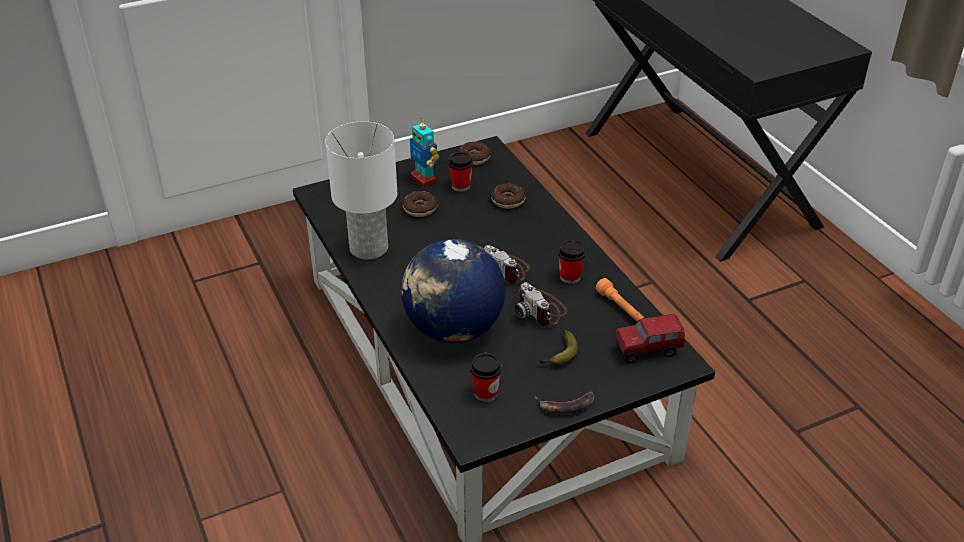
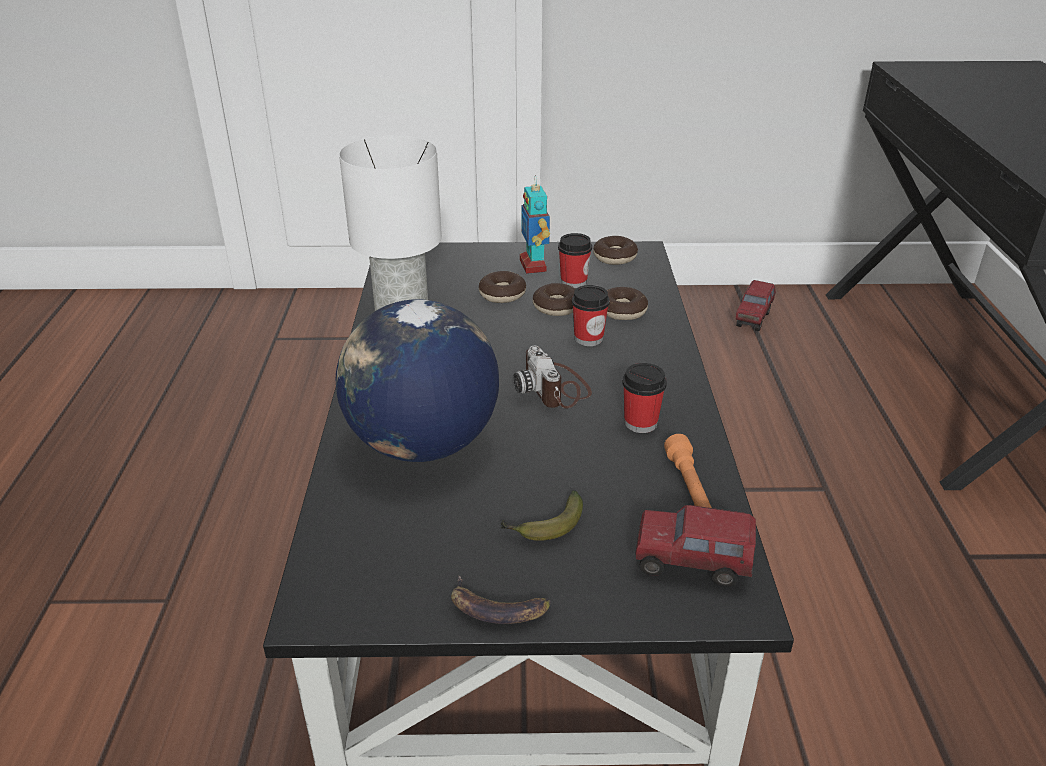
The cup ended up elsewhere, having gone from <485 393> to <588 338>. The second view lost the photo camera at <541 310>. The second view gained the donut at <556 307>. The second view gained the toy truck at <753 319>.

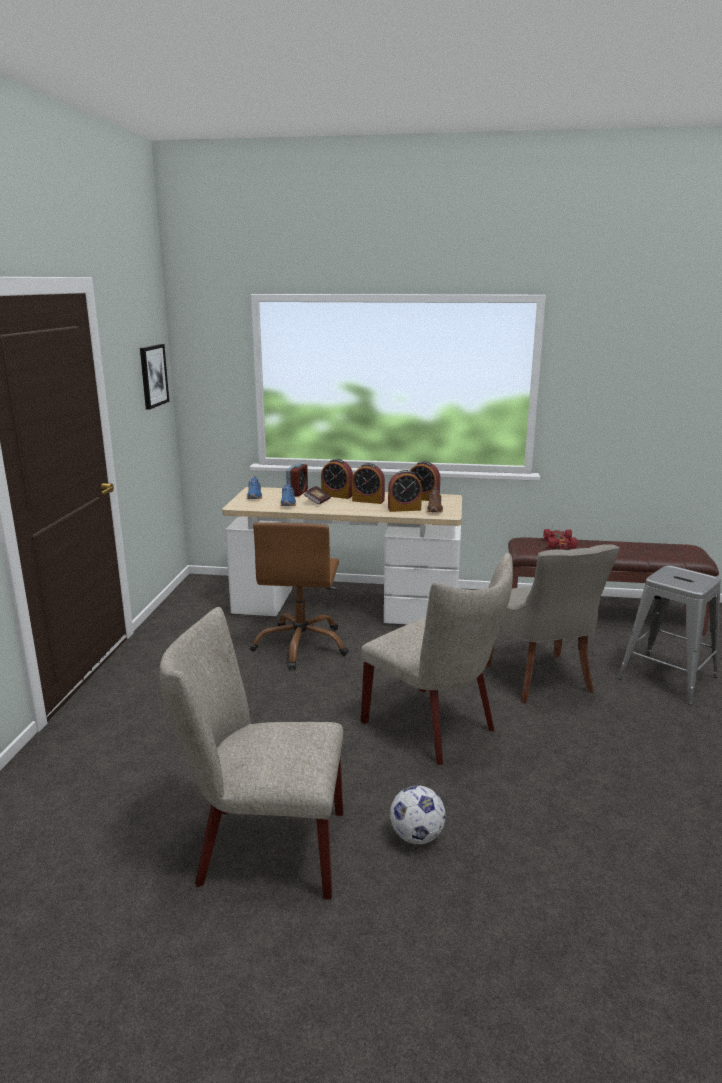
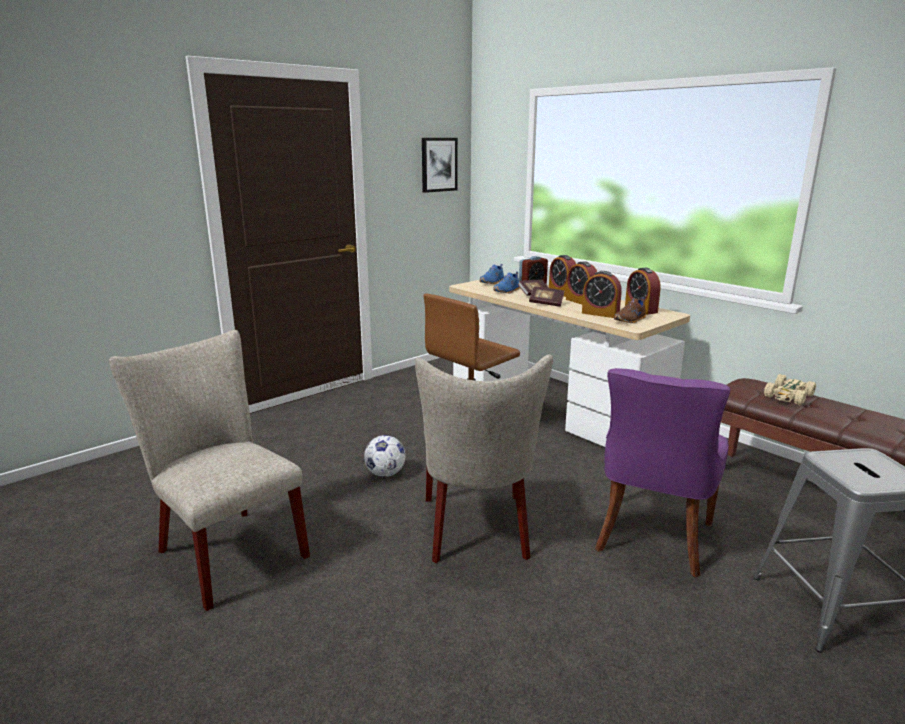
The football ended up elsewhere, having gone from <417 836> to <385 474>. What was the chair (grey) at <540 679> turned into the chair (purple) at <652 538>. What was the toy car (red) at <559 544> turned into the toy car (beige) at <788 396>. The second view gained the book at <546 303>.

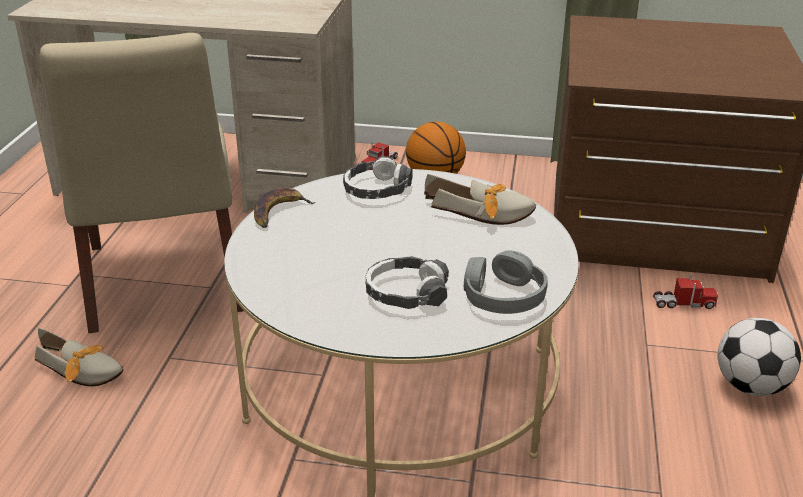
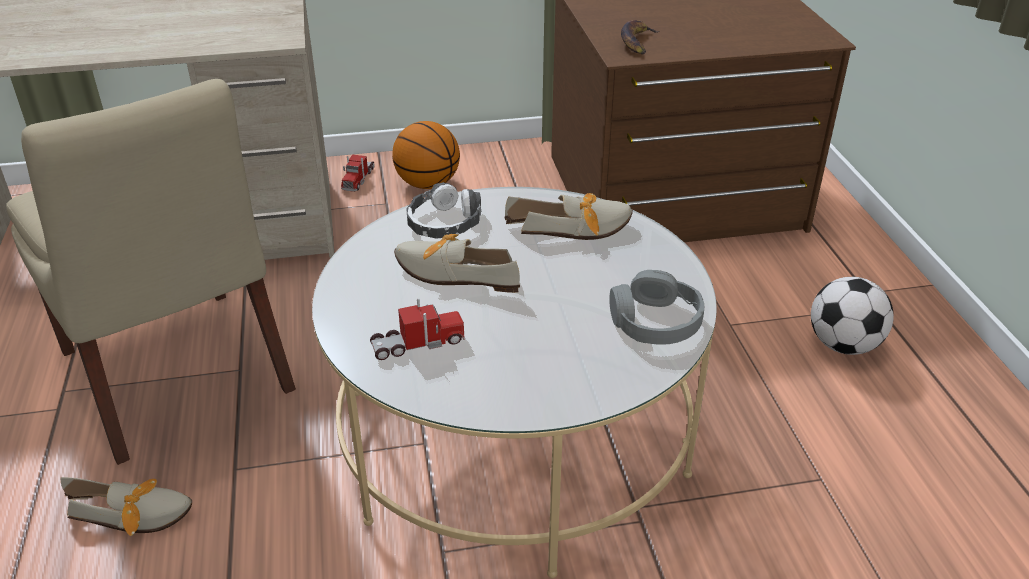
The banana ended up elsewhere, having gone from <278 212> to <637 42>. The second view lost the headphones at <406 293>. The toy truck ended up elsewhere, having gone from <684 303> to <418 344>. The second view gained the shoe at <451 273>.

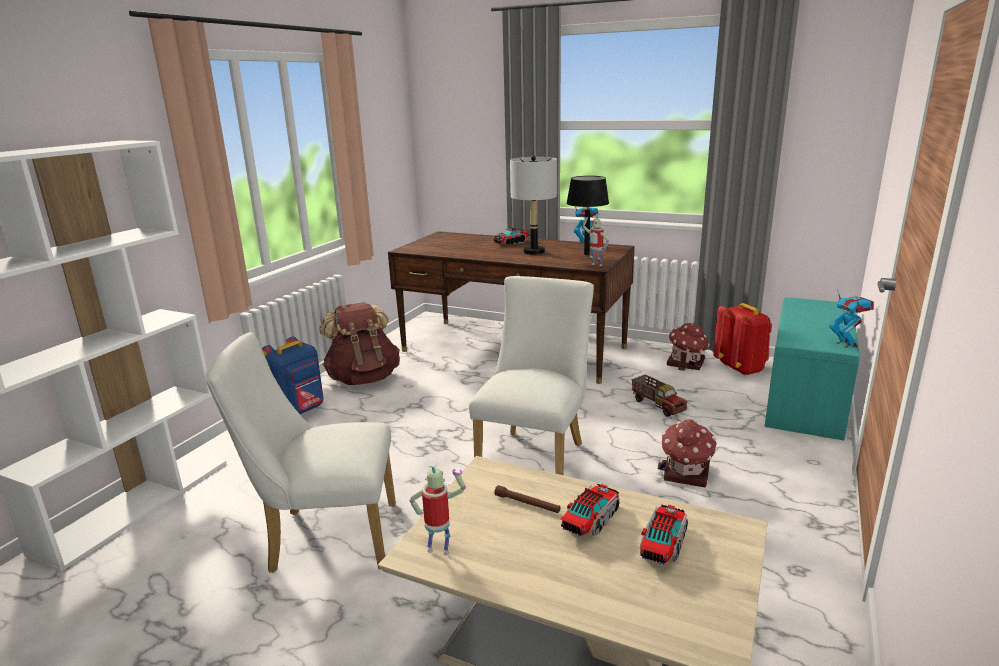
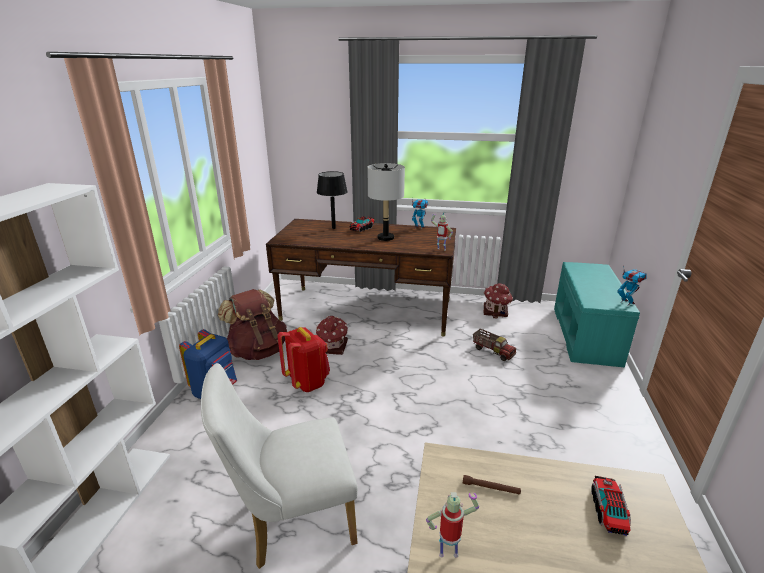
The second view lost the chair (white) at <535 456>. The second view lost the toy truck at <591 520>. The table lamp (black) ended up elsewhere, having gone from <586 254> to <333 228>. The toy house ended up elsewhere, having gone from <686 473> to <333 347>. The backpack (red) ended up elsewhere, having gone from <741 368> to <307 382>.

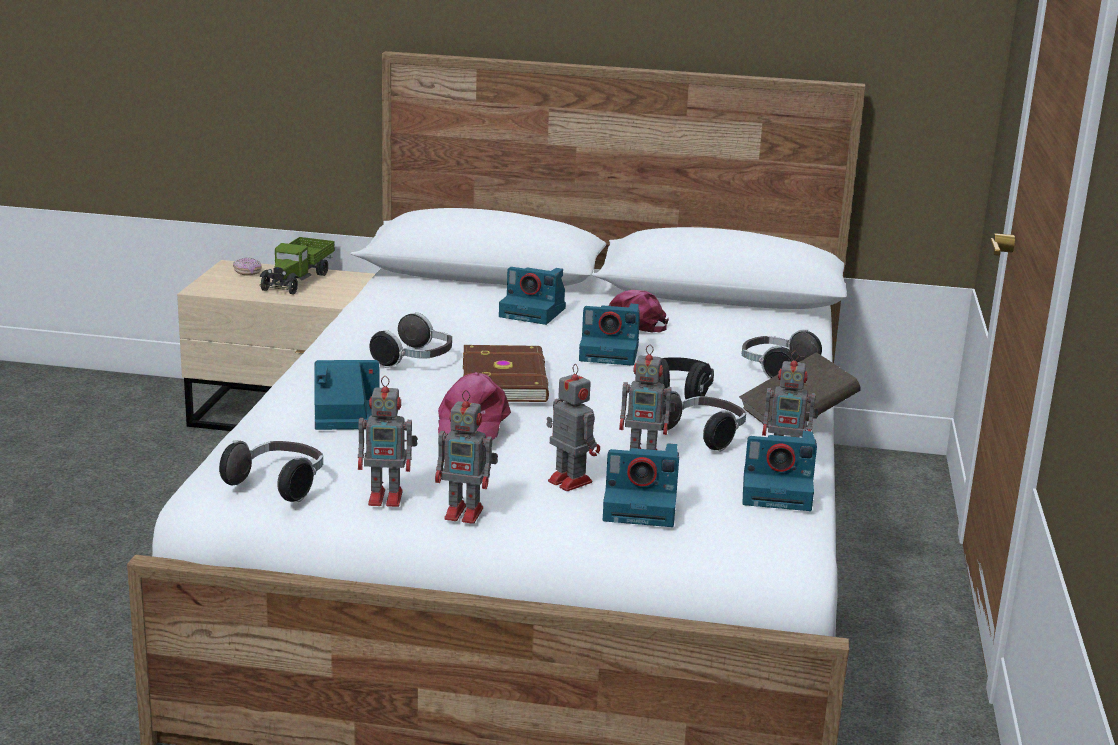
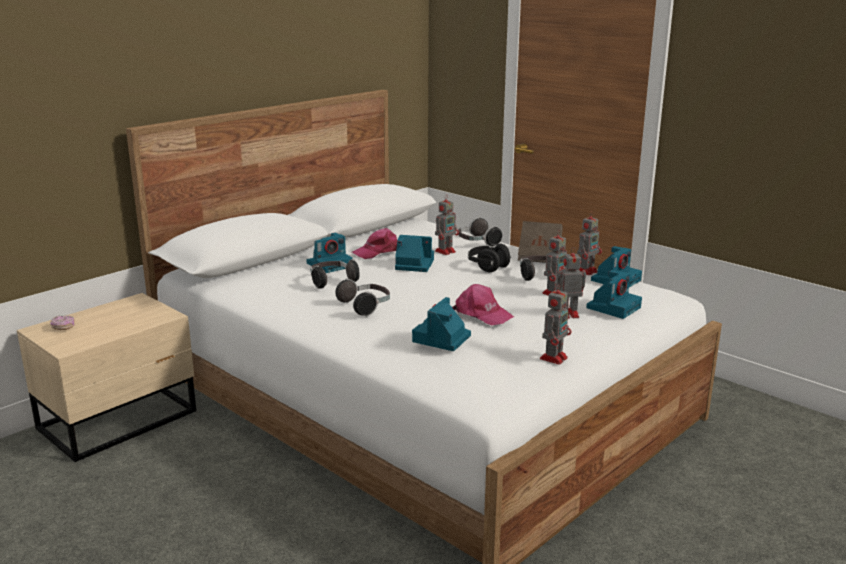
The headphones ended up elsewhere, having gone from <279 485> to <332 281>. The second view lost the toy truck at <298 279>. The toy robot ended up elsewhere, having gone from <466 513> to <446 251>. The second view lost the book (brown) at <506 379>. The photo camera at <611 352> ended up facing another way, 120 degrees counterclockwise from before.

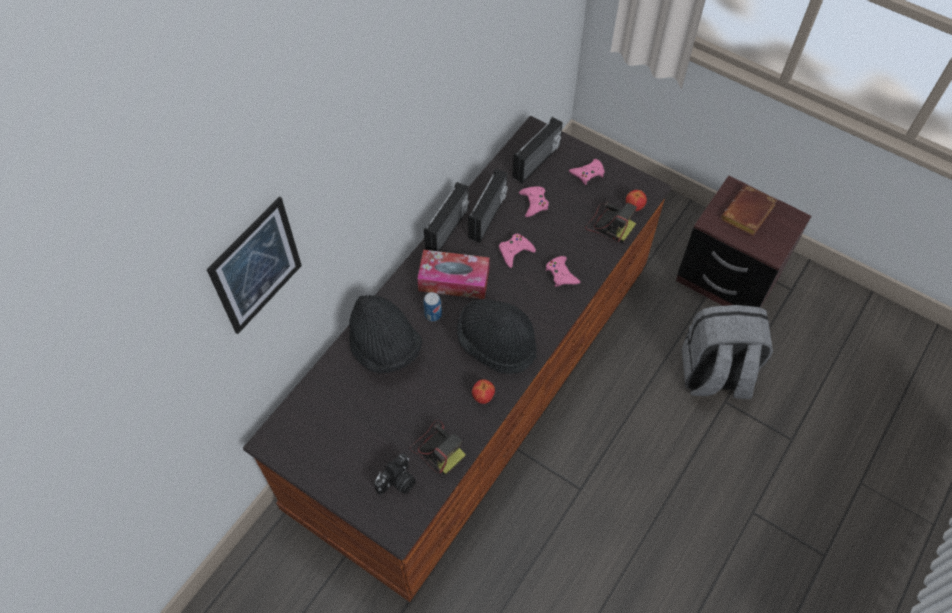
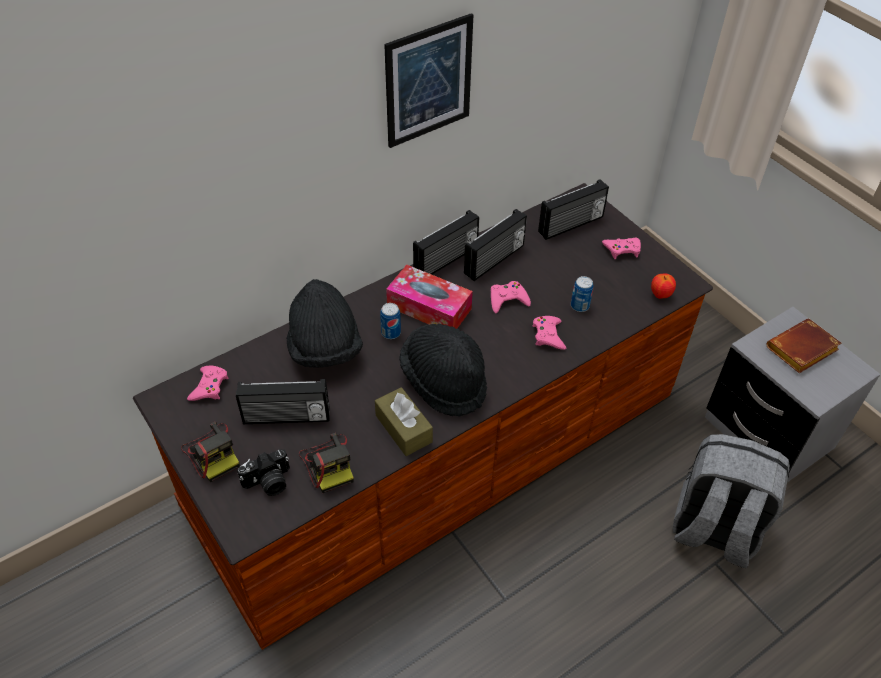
The picture ended up elsewhere, having gone from <256 266> to <428 81>. Where the apple stood at <483 397>, the tissue box (brown) came to stand at <403 428>. The game controller (pink) ended up elsewhere, having gone from <534 203> to <209 387>. The photo camera ended up elsewhere, having gone from <609 225> to <212 453>. What was the nightstand (brown) at <728 278> turned into the nightstand (grey) at <768 433>. The second view gained the radio at <286 417>. The second view gained the can at <579 306>.

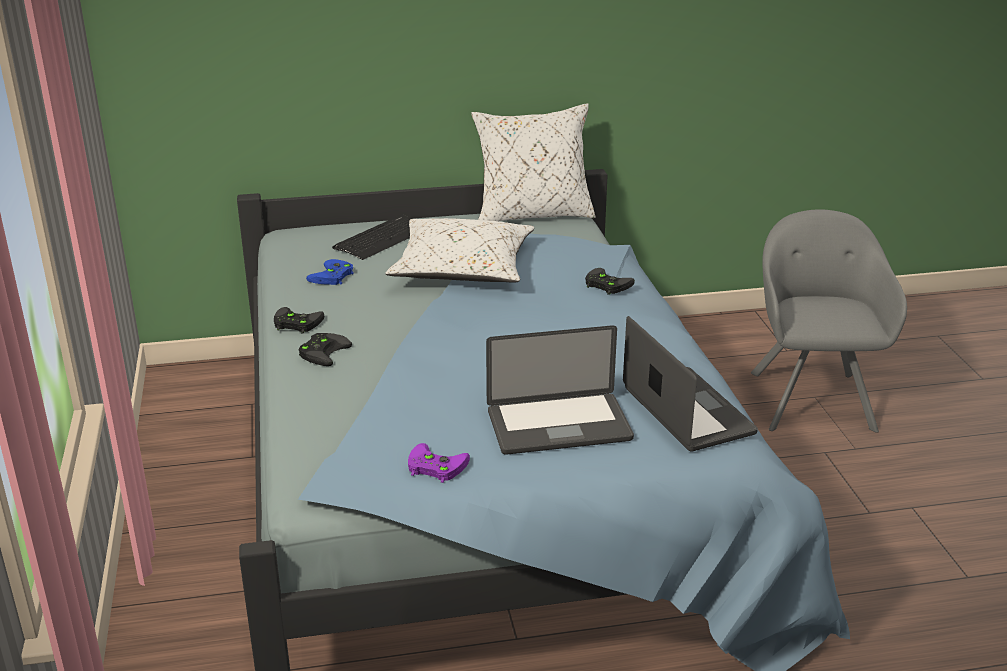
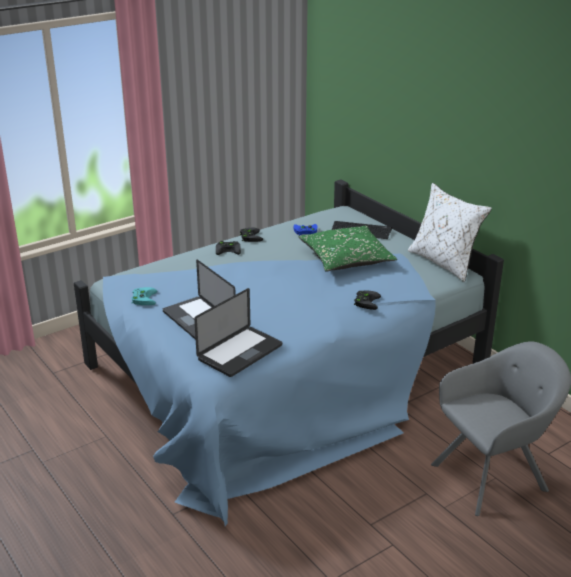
What was the pillow (white) at <462 269> turned into the pillow (green) at <346 259>. What was the game controller (purple) at <434 466> turned into the game controller (turquoise) at <143 298>.

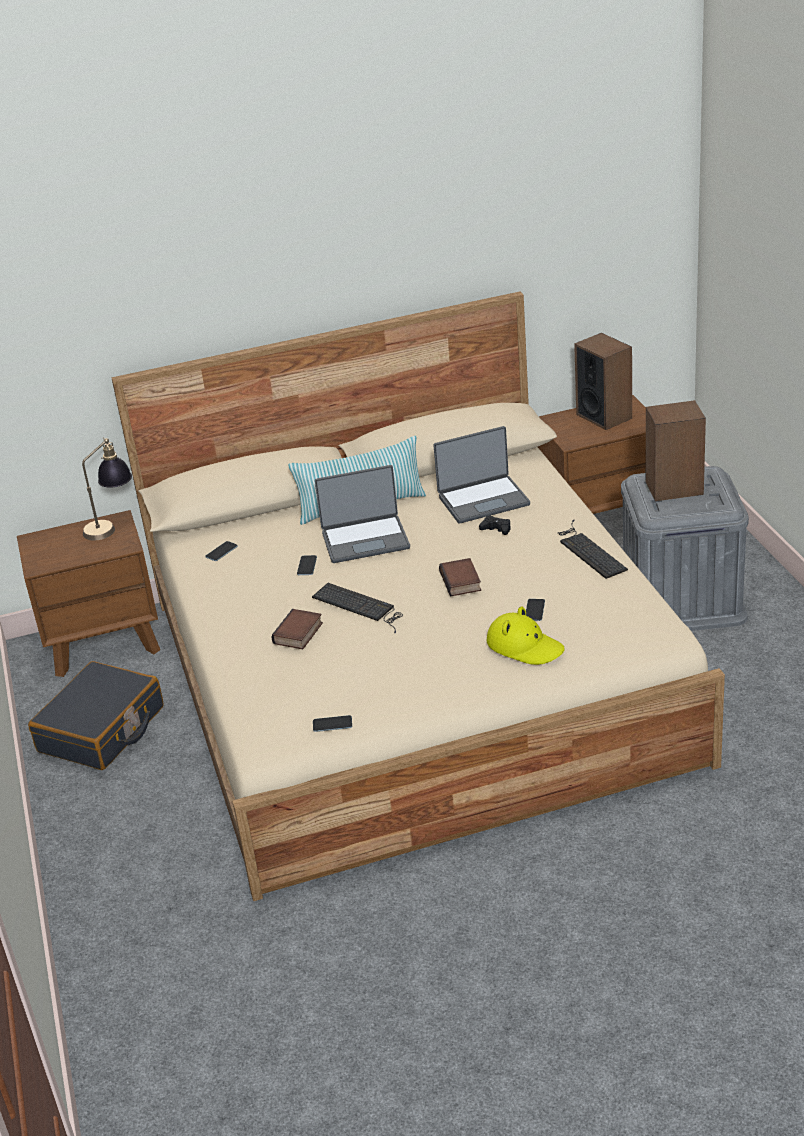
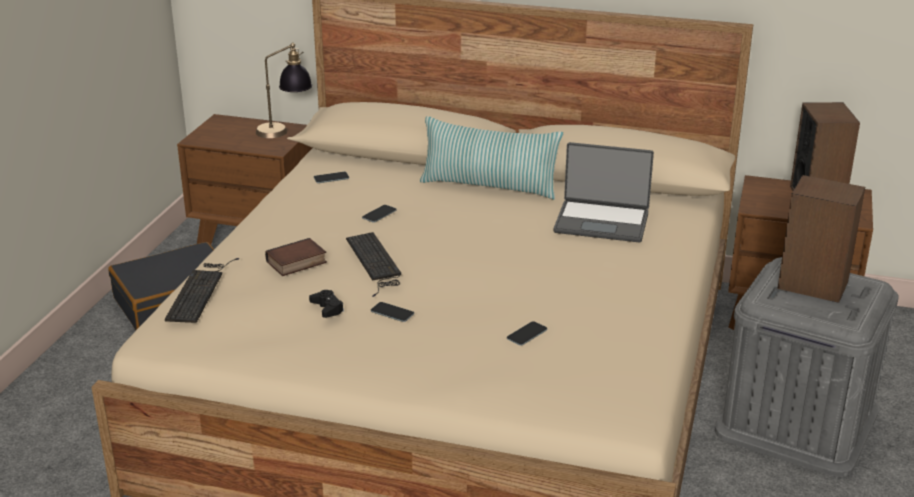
The phone ended up elsewhere, having gone from <332 724> to <392 312>. The second view lost the laptop at <365 540>. The second view lost the book at <462 582>. The game controller (black) ended up elsewhere, having gone from <496 529> to <327 308>. The second view lost the hat (yellow) at <525 646>. The keyboard ended up elsewhere, having gone from <588 551> to <200 290>.

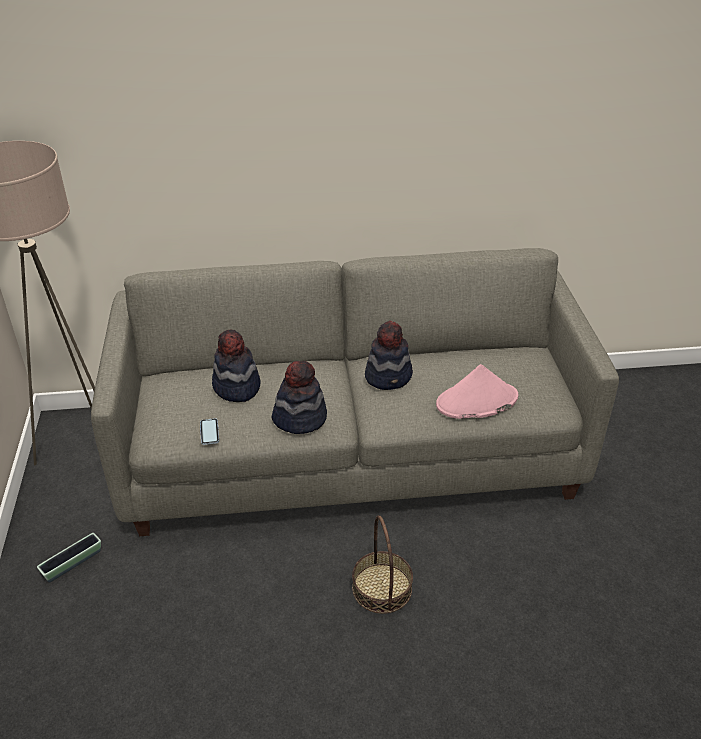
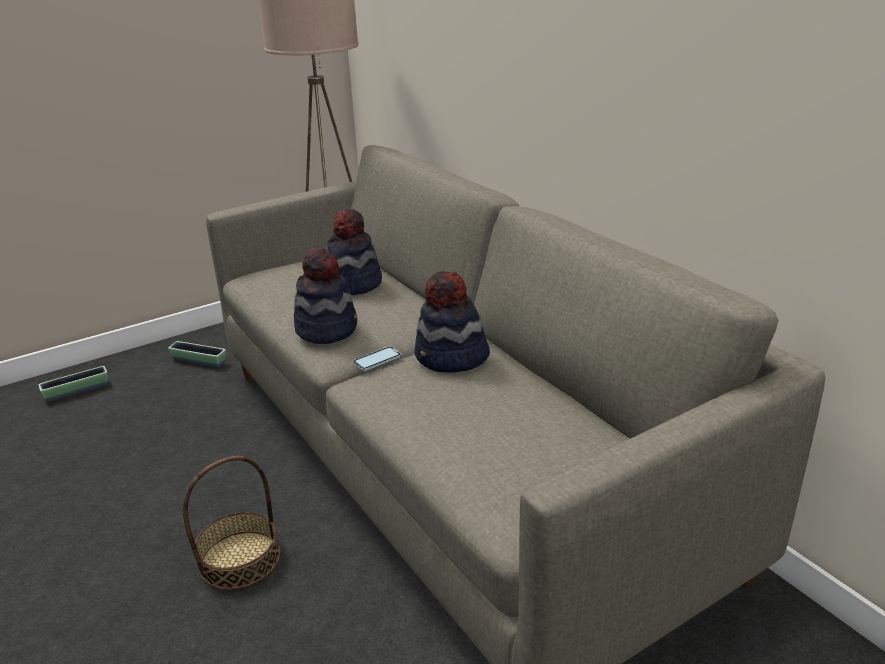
The phone ended up elsewhere, having gone from <209 432> to <377 360>. The second view lost the hat (pink) at <476 401>. The second view gained the planter at <77 391>.

